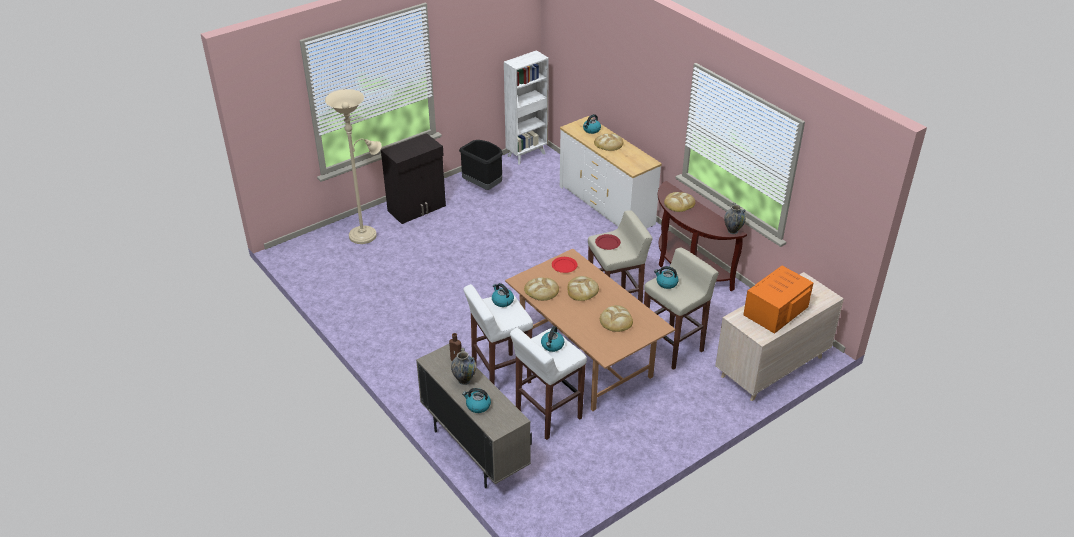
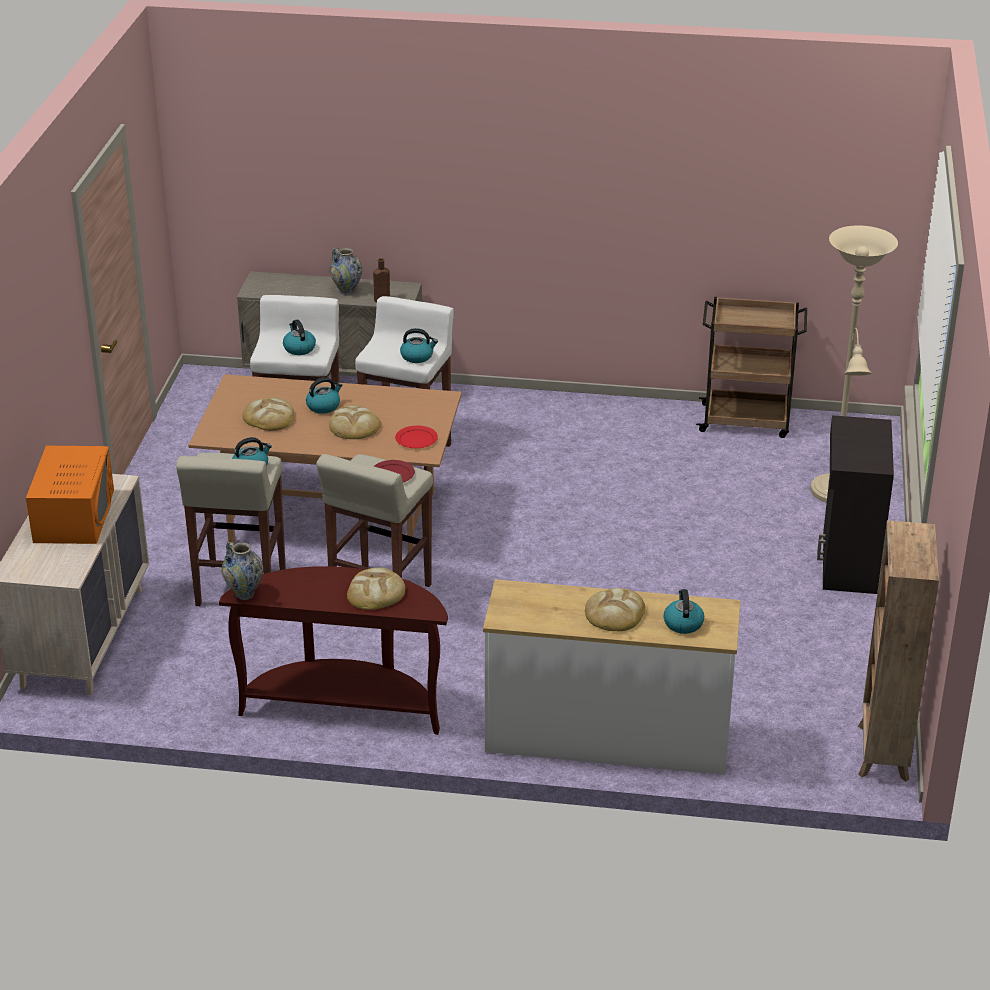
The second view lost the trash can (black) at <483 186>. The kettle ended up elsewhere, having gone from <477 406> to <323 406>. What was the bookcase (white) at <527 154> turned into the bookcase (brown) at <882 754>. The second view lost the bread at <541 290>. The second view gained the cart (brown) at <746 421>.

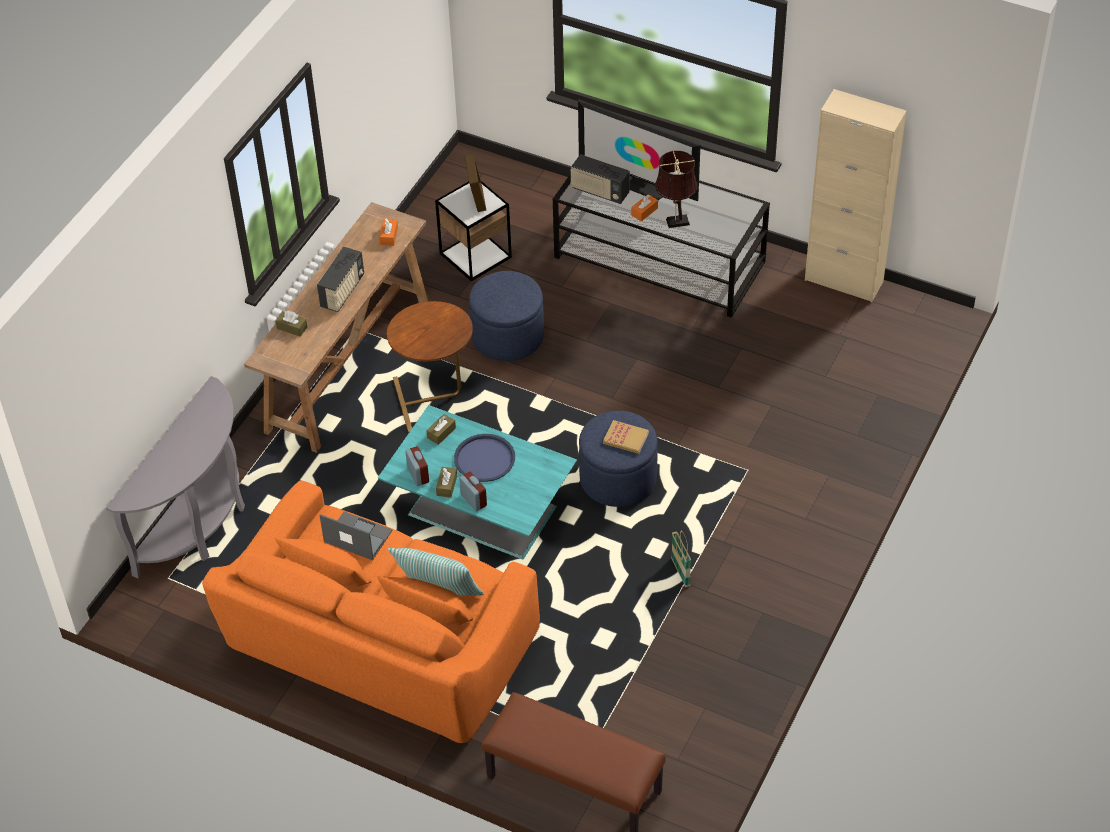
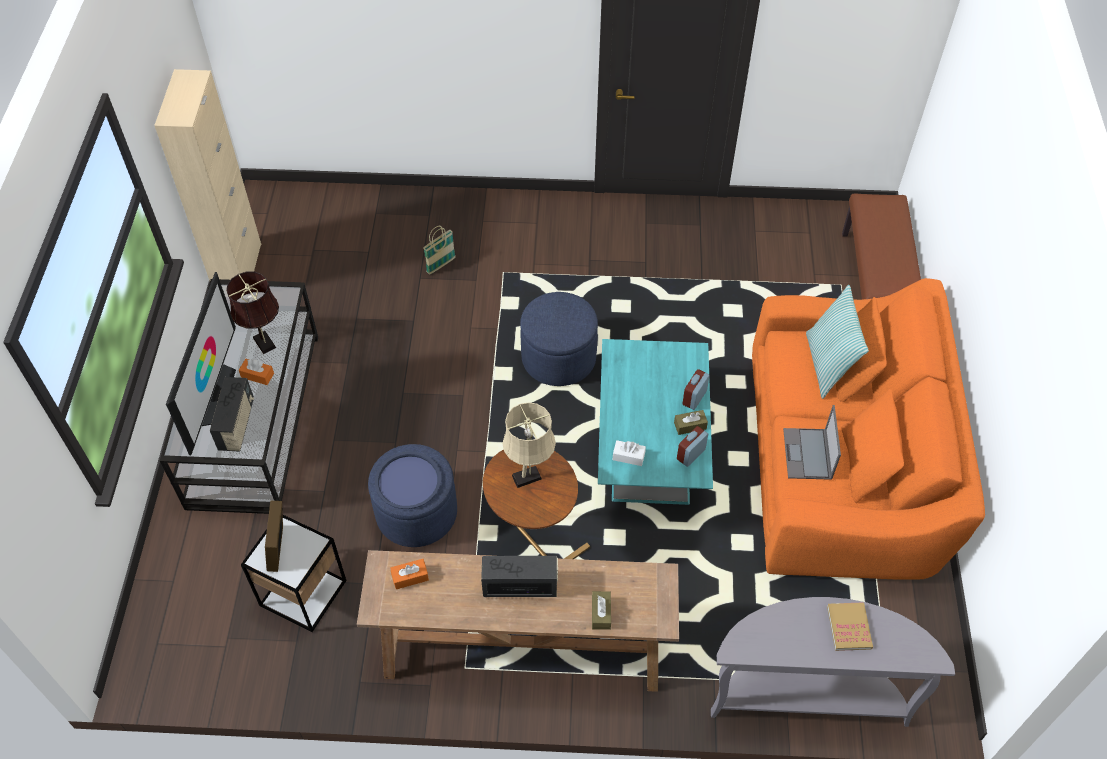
What was the tissue box (brown) at <441 433> turned into the tissue box (white) at <628 456>. The tray (blue) ended up elsewhere, having gone from <484 459> to <408 481>. The picture frame at <476 198> ended up facing another way, 60 degrees counterclockwise from before. The book ended up elsewhere, having gone from <625 438> to <849 627>. The basket ended up elsewhere, having gone from <680 572> to <441 265>. The second view gained the table lamp (beige) at <529 476>.

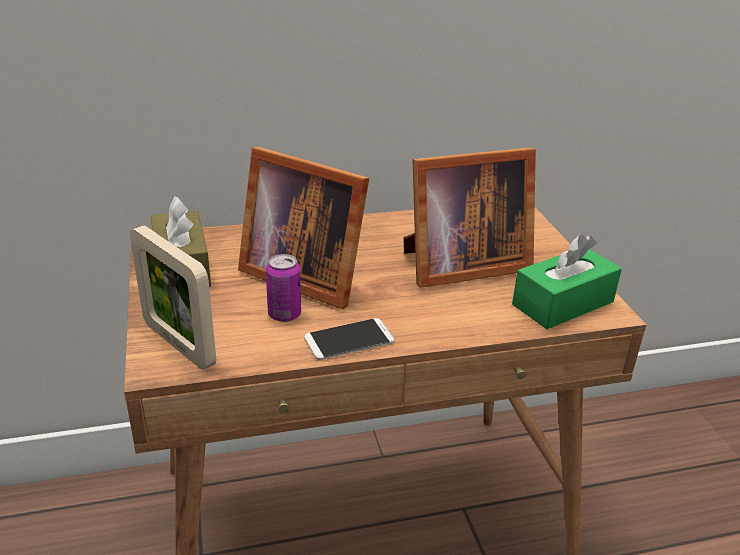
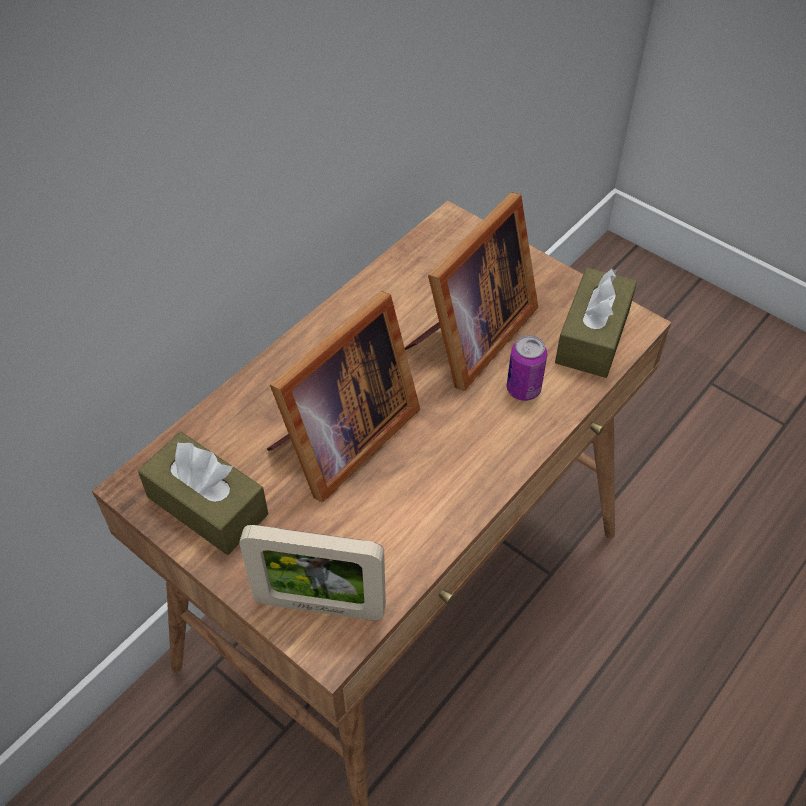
The picture frame at <302 275> ended up facing another way, 45 degrees counterclockwise from before. The can ended up elsewhere, having gone from <284 314> to <523 389>. The second view lost the phone at <349 340>. What was the tissue box (green) at <562 303> turned into the tissue box (brown) at <592 336>.

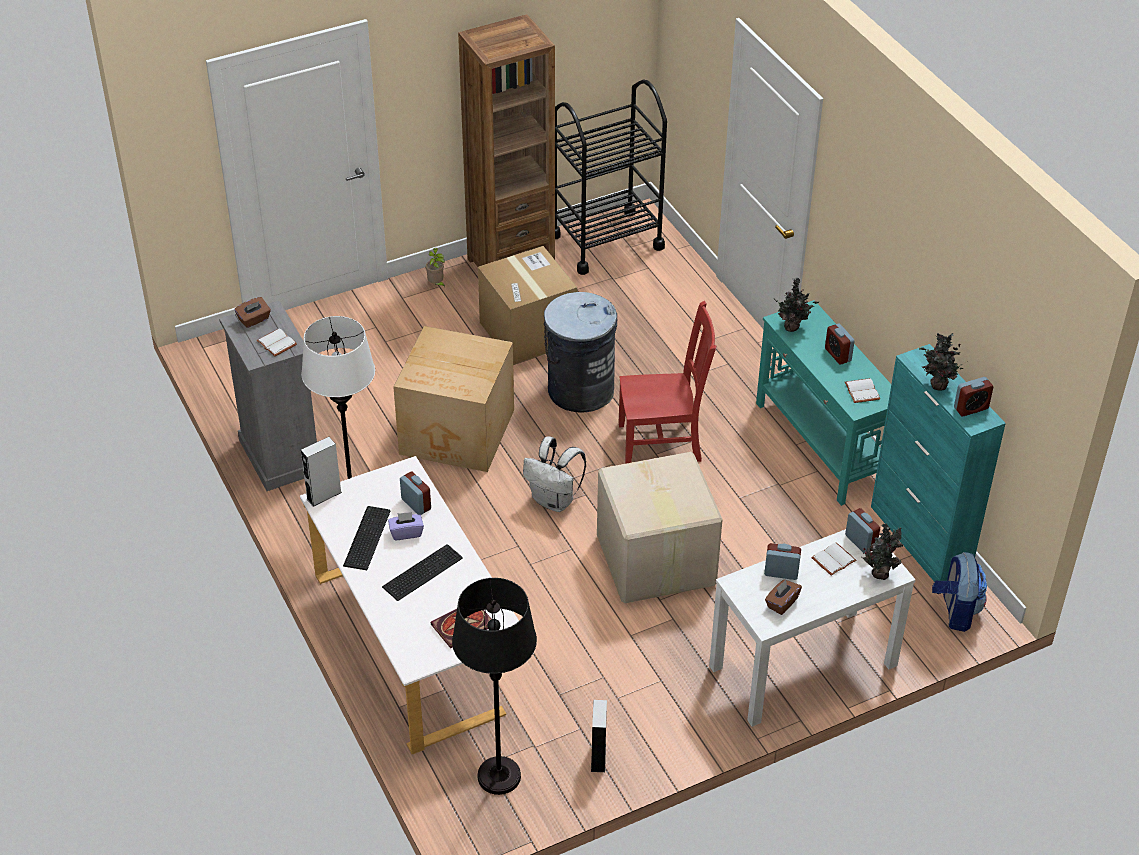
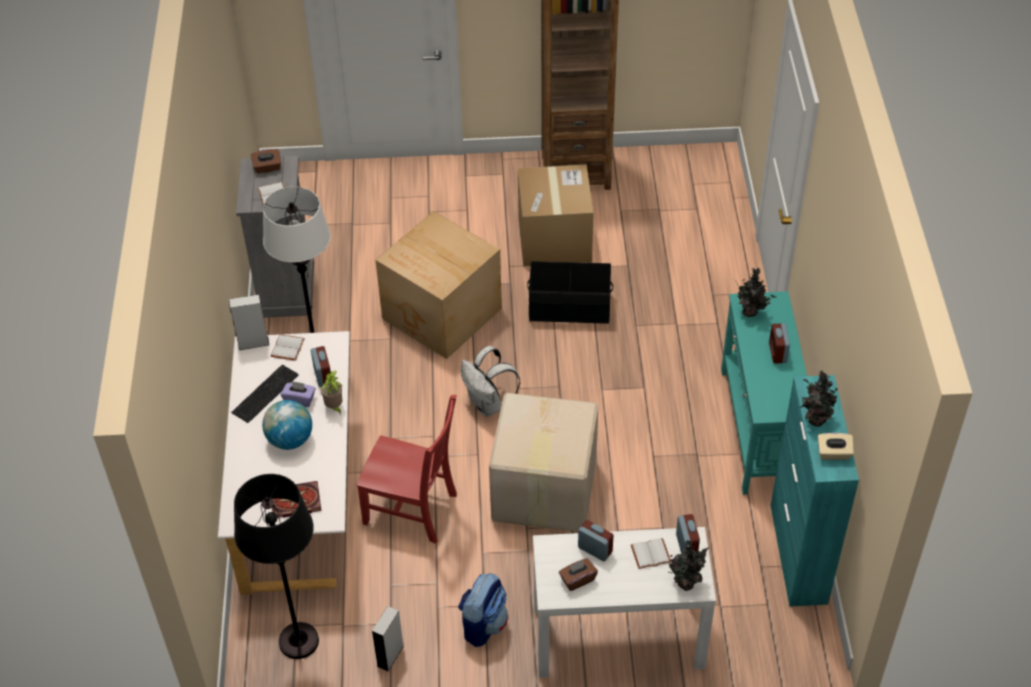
Where the keyboard stood at <420 572>, the globe came to stand at <290 440>. The potted plant ended up elsewhere, having gone from <436 284> to <334 407>. Where the trash can (grey) stood at <580 390>, the storage box (black) came to stand at <569 307>. The second view lost the cart (black) at <606 241>. The chair (red) ended up elsewhere, having gone from <663 442> to <413 510>. The book (white) ended up elsewhere, having gone from <860 391> to <287 347>. The backpack ended up elsewhere, having gone from <955 611> to <483 624>. Where the alarm clock stood at <971 408>, the tissue box (beige) came to stand at <833 453>.

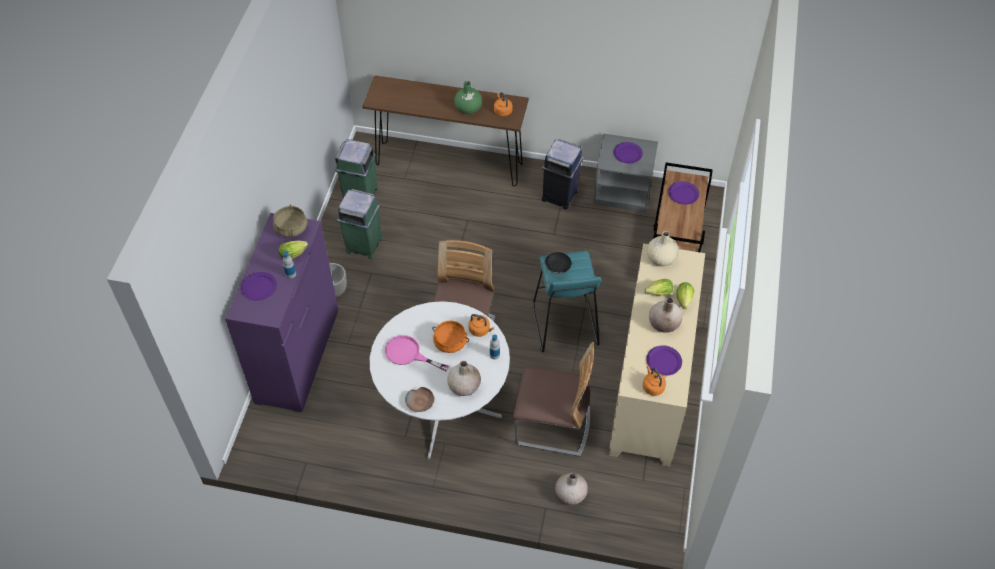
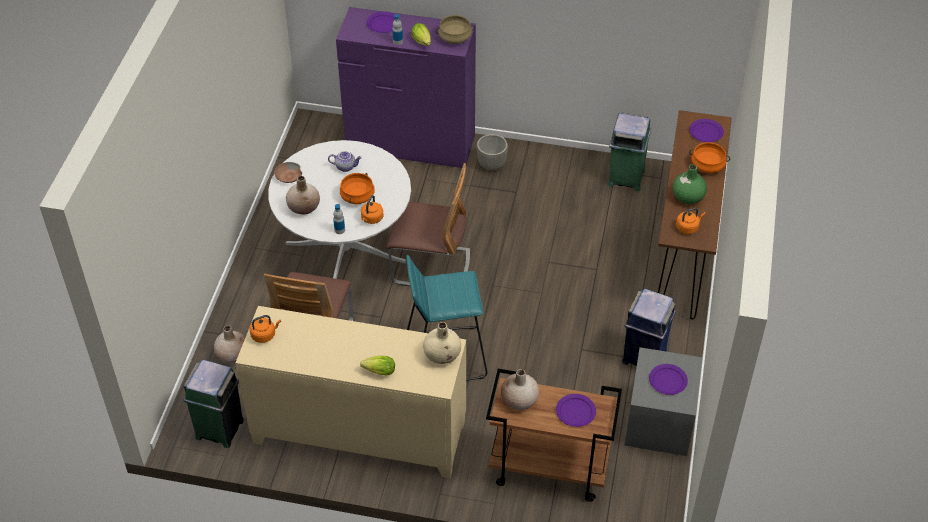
The trash can (green) ended up elsewhere, having gone from <363 245> to <220 428>. Where the frying pan (pink) stood at <408 354>, the teapot came to stand at <345 166>. The second view lost the bowl (black) at <557 265>. The second view lost the lettuce at <657 293>. The plate (purple) ended up elsewhere, having gone from <664 361> to <706 132>. The vase (beige) ended up elsewhere, having gone from <664 324> to <519 400>. The second view gained the cooking pot (orange) at <707 165>.

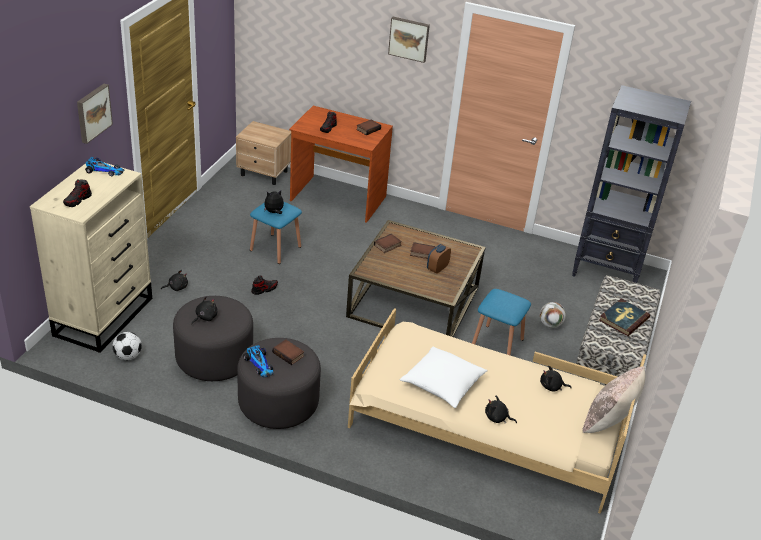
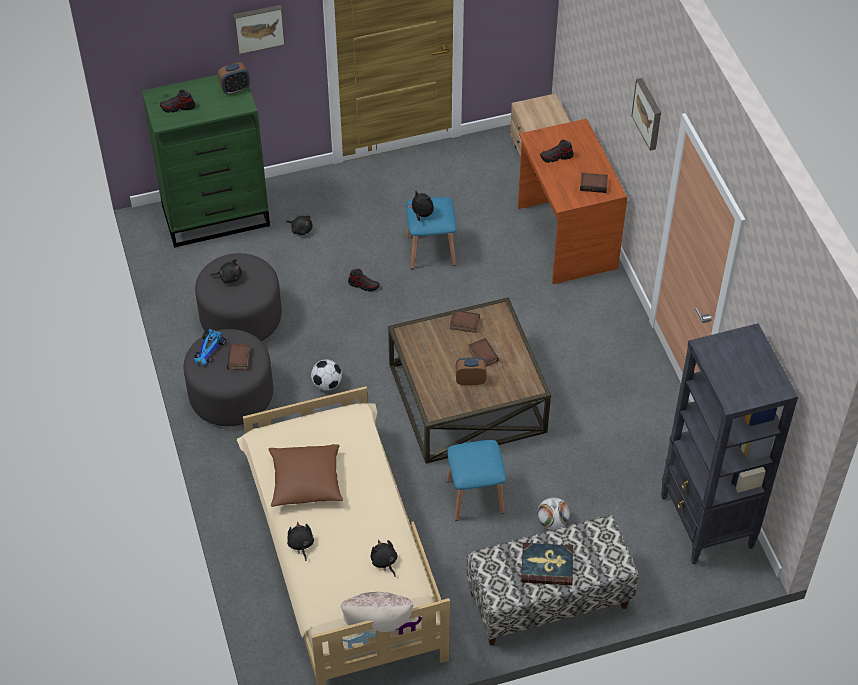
What was the dresser (beige) at <104 316> turned into the dresser (green) at <217 216>. Where the toy car stood at <104 170>, the alarm clock came to stand at <235 89>. The football ended up elsewhere, having gone from <128 356> to <327 384>. What was the pillow (white) at <442 384> turned into the pillow (brown) at <306 482>.

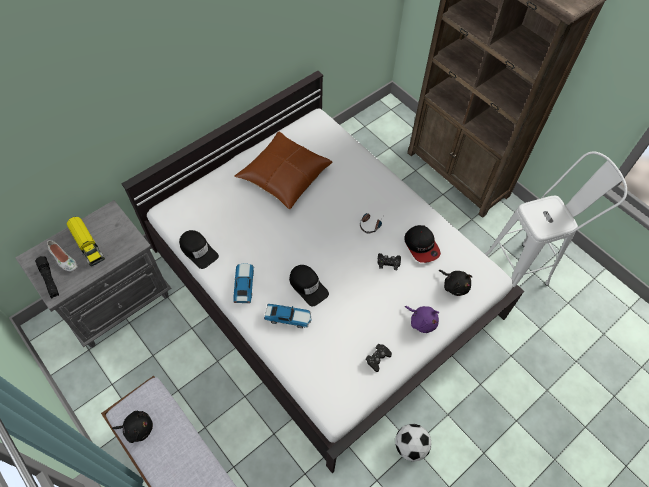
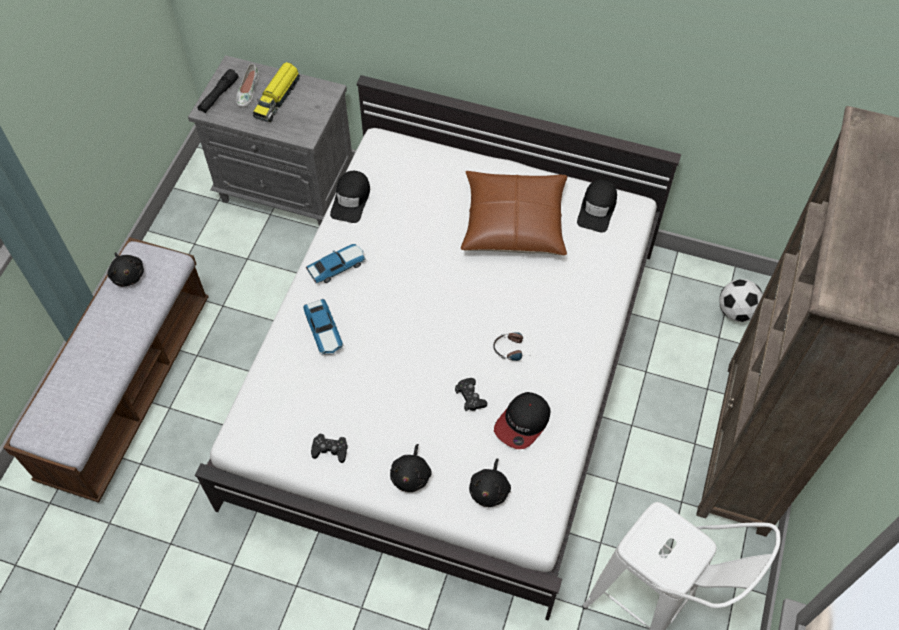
The cap (black) ended up elsewhere, having gone from <308 286> to <597 209>. The football ended up elsewhere, having gone from <410 446> to <736 311>. What was the plush toy (purple) at <422 321> turned into the plush toy (black) at <411 475>.

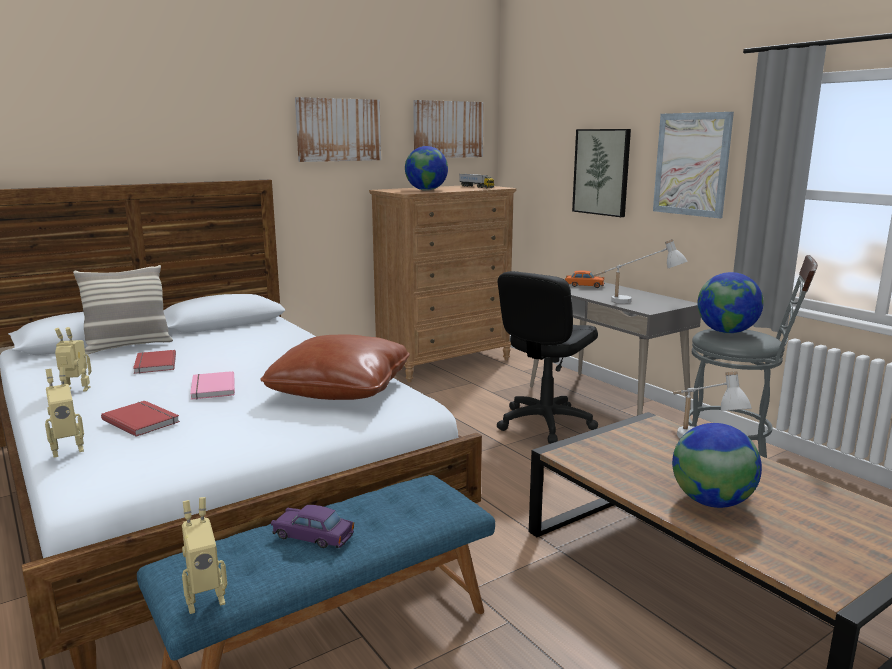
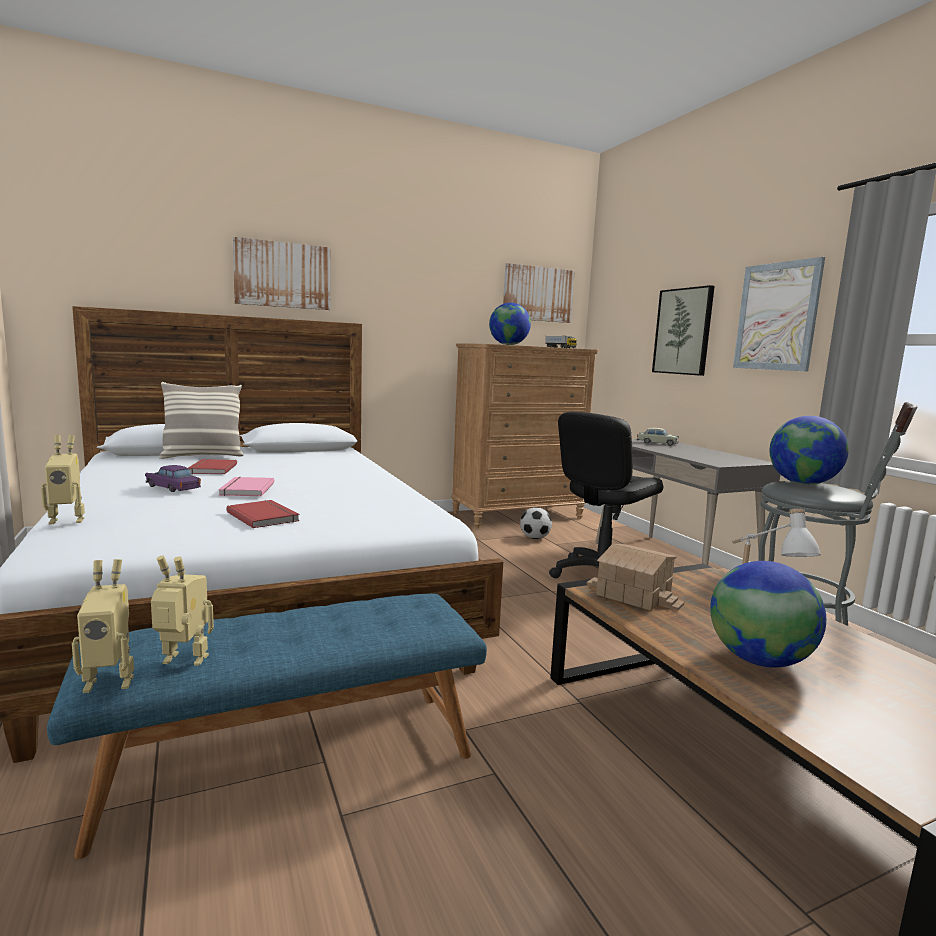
The toy robot ended up elsewhere, having gone from <75 391> to <182 662>. The book (red) ended up elsewhere, having gone from <142 420> to <264 516>. The second view lost the pillow (brown) at <340 389>. The toy car (purple) ended up elsewhere, having gone from <313 536> to <173 488>. The picture ended up elsewhere, having gone from <338 130> to <283 275>. What was the toy car (orange) at <584 285> turned into the toy car (beige) at <657 443>. The second view lost the table lamp (white) at <635 303>. The second view gained the football at <534 538>. The second view gained the toy house at <634 593>.

